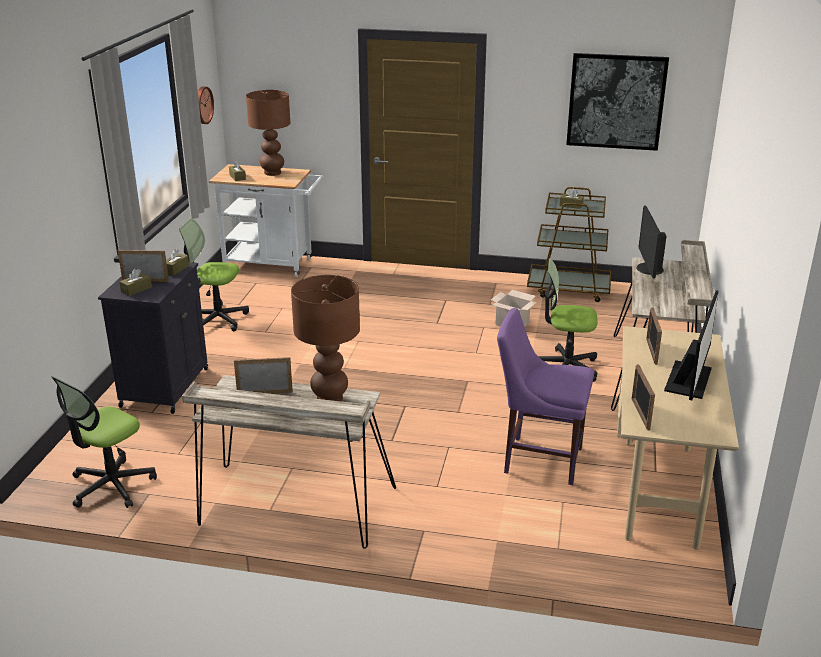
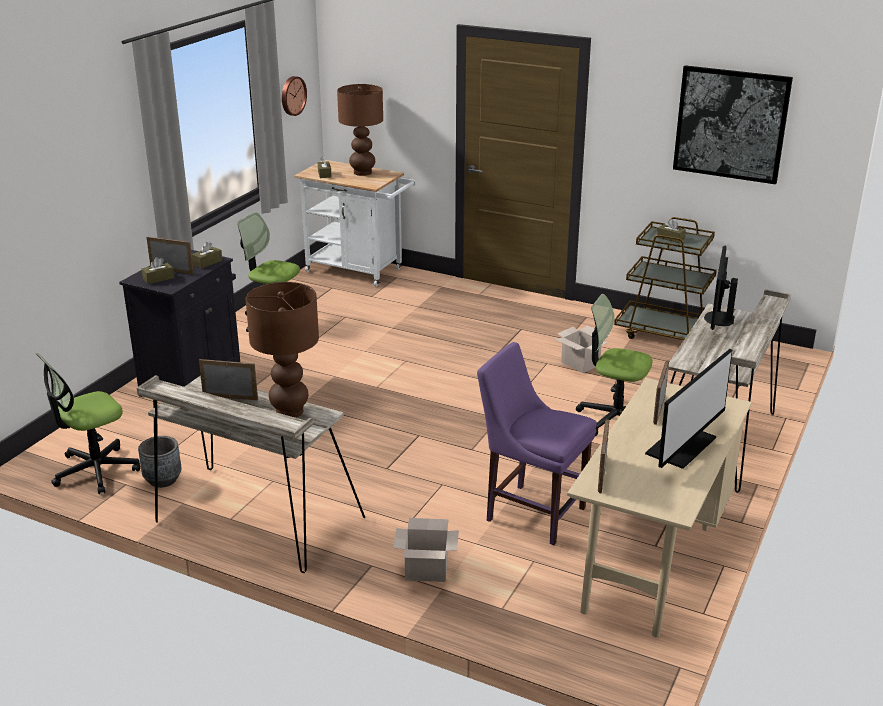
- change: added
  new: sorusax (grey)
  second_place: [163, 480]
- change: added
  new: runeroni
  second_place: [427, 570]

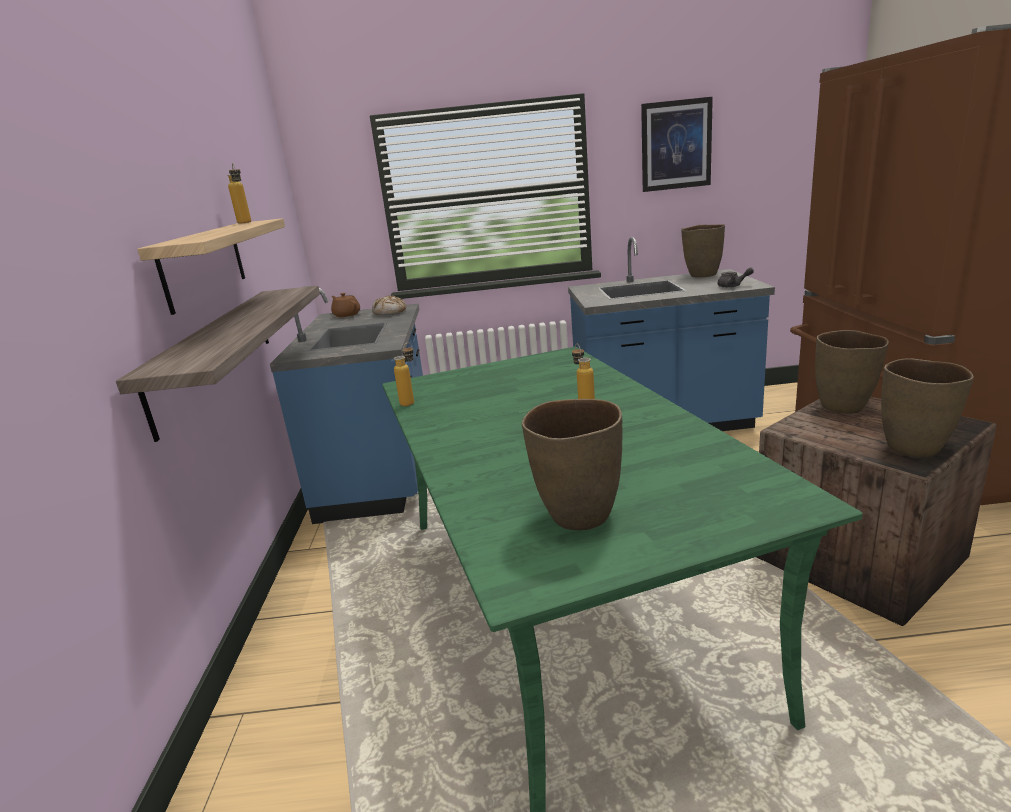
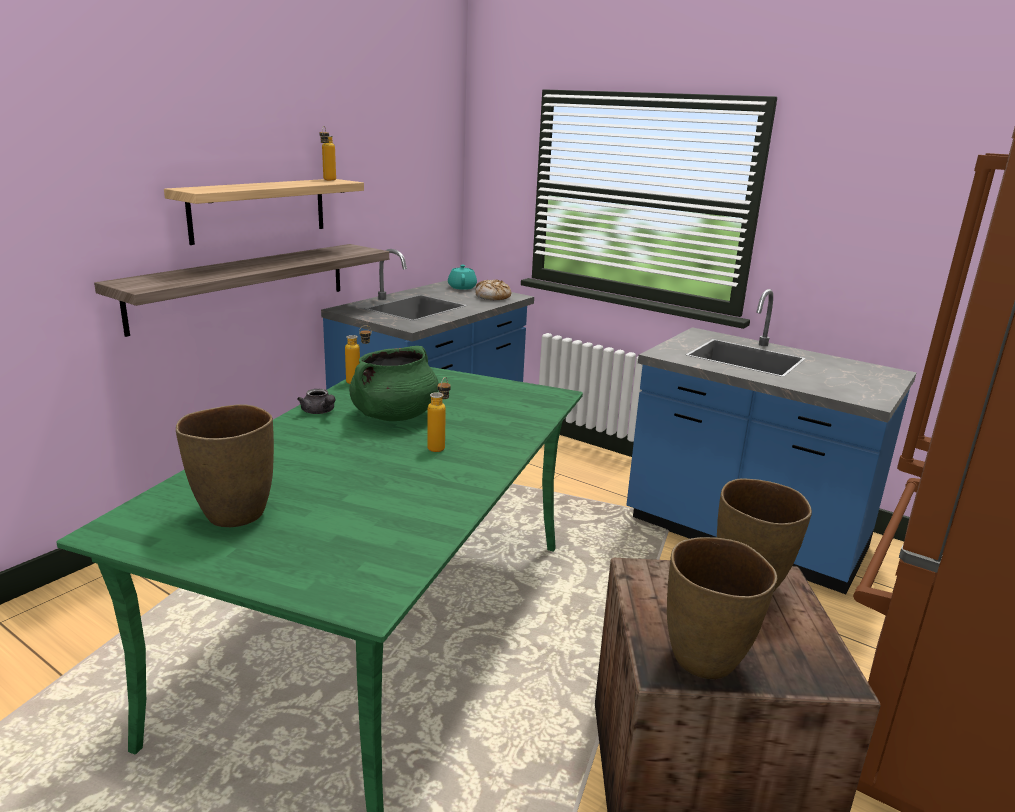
- change: moved
  old: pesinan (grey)
  first_place: [733, 286]
  second_place: [319, 412]
- change: added
  new: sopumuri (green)
  second_place: [394, 416]
- change: recoloured
  old: pesinan (brown)
  new: pesinan (turquoise)
  first_place: [346, 315]
  second_place: [462, 287]
- change: removed
  old: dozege
  first_place: [676, 145]
- change: removed
  old: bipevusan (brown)
  first_place: [702, 275]

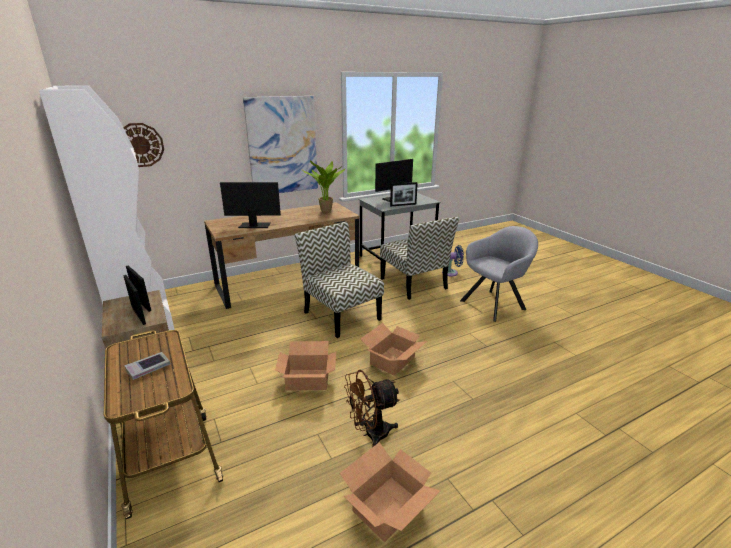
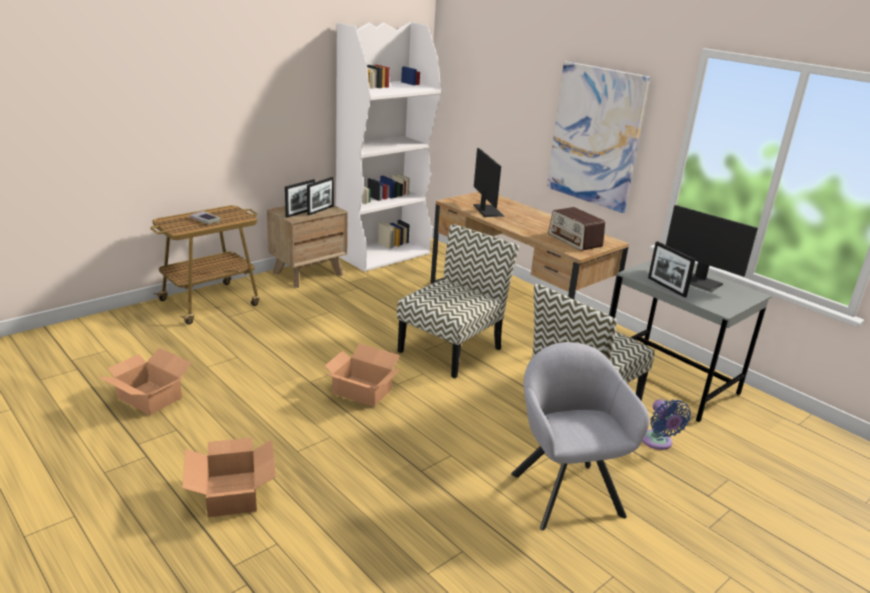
- change: moved
  old: runeroni
  first_place: [307, 379]
  second_place: [233, 493]
- change: turned
  old: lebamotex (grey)
  first_place: [495, 304]
  second_place: [564, 489]
  degrees: -150
- change: replaced
  old: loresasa
  new: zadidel
  first_place: [327, 212]
  second_place: [575, 240]
- change: removed
  old: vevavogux
  first_place: [140, 145]
- change: removed
  old: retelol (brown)
  first_place: [370, 434]

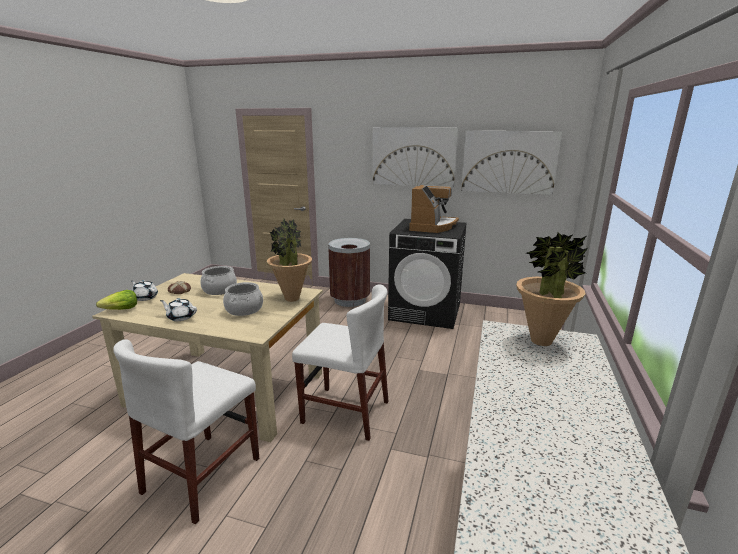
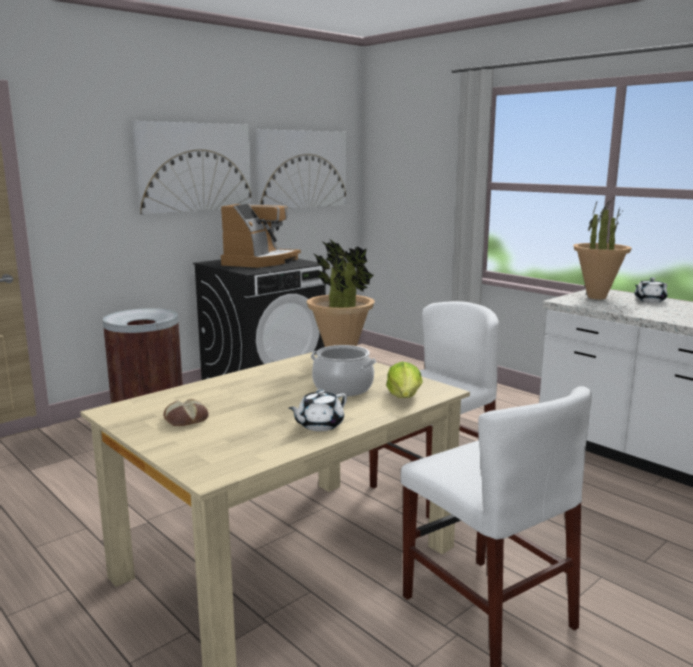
- change: turned
  old: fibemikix
  first_place: [432, 227]
  second_place: [260, 262]
  degrees: 60
- change: moved
  old: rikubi
  first_place: [121, 310]
  second_place: [404, 397]
- change: moved
  old: pesinan (white)
  first_place: [145, 297]
  second_place: [649, 300]
- change: removed
  old: sopumuri
  first_place: [219, 290]

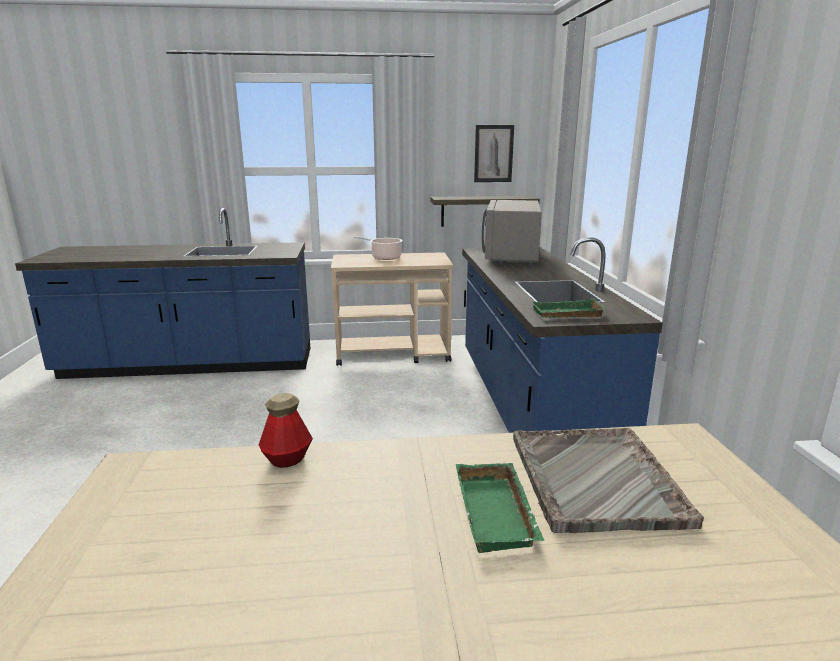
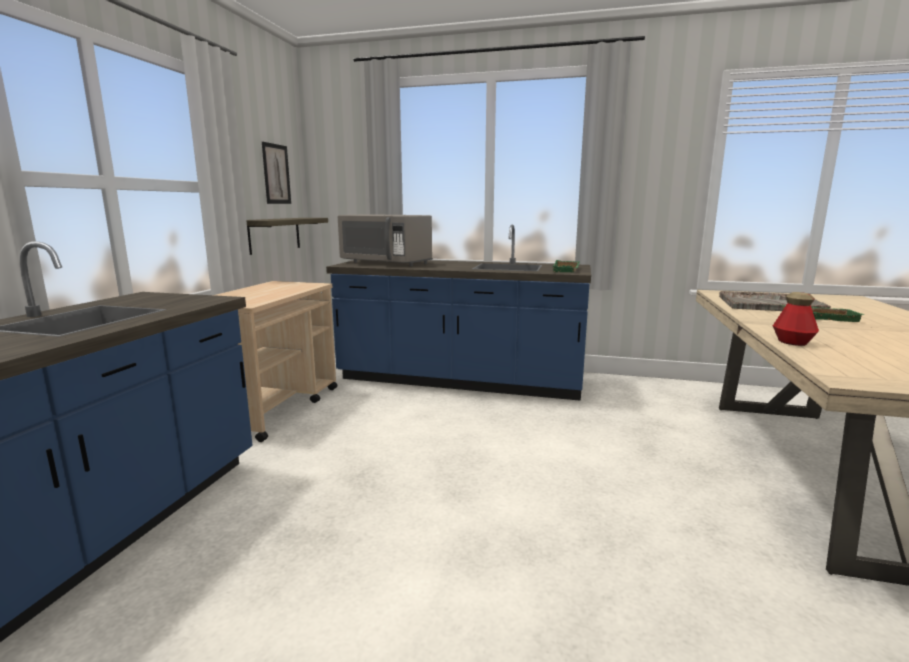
- change: removed
  old: sopumuri
  first_place: [384, 257]

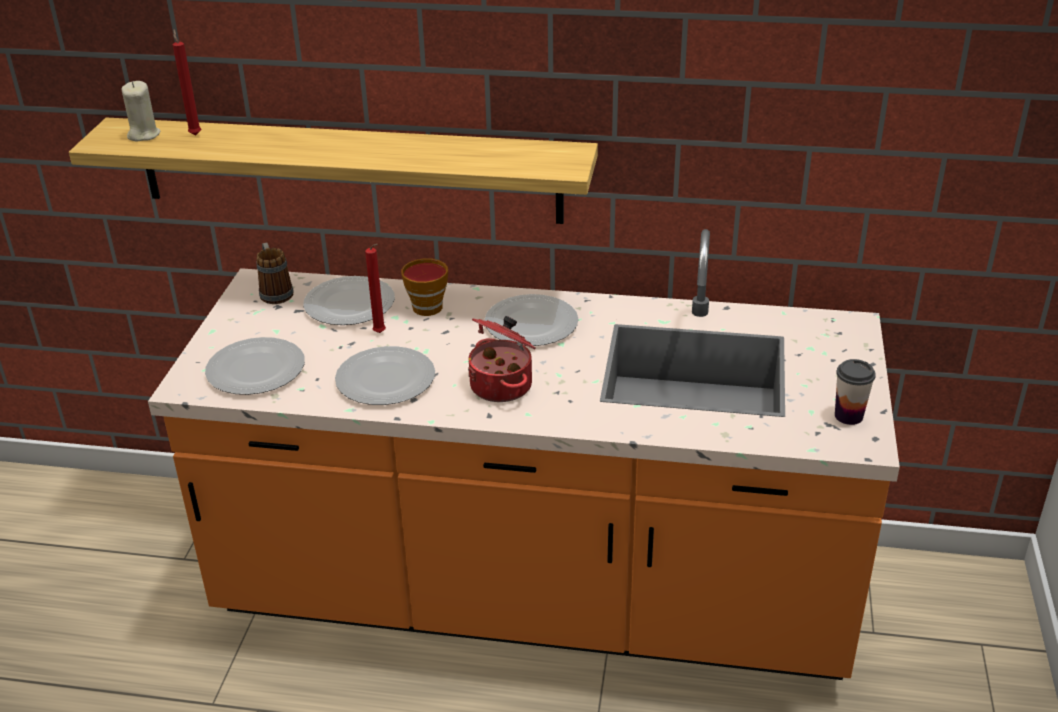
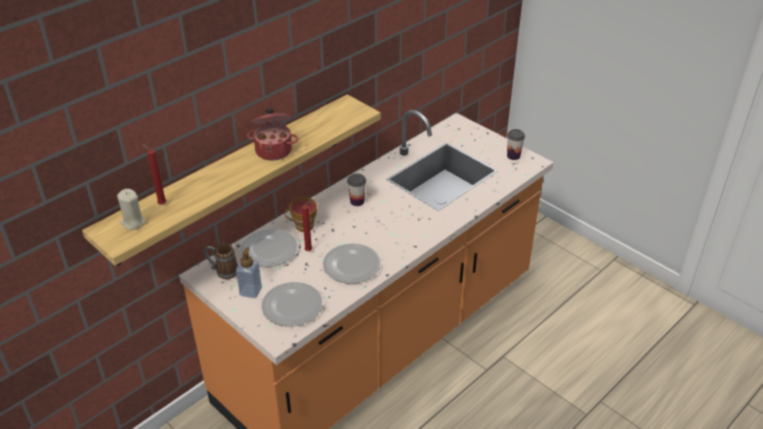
- change: added
  new: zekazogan
  second_place: [250, 291]
- change: moved
  old: sopumuri
  first_place: [503, 385]
  second_place: [274, 150]
- change: replaced
  old: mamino
  new: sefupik
  first_place: [530, 323]
  second_place: [357, 201]

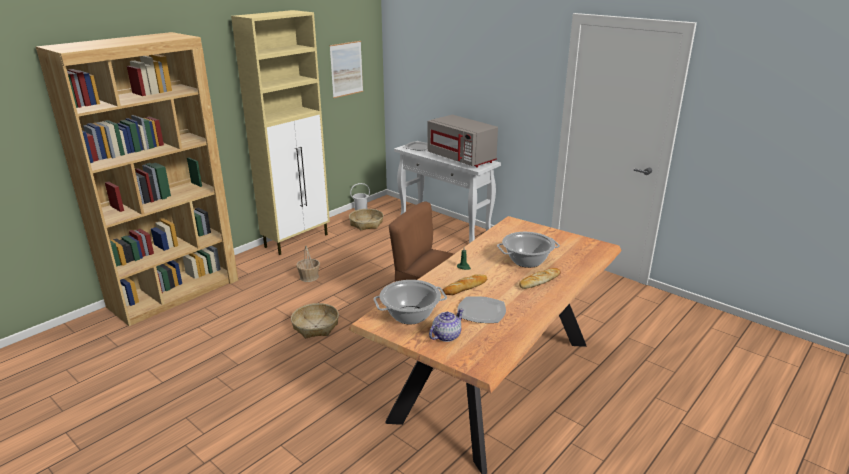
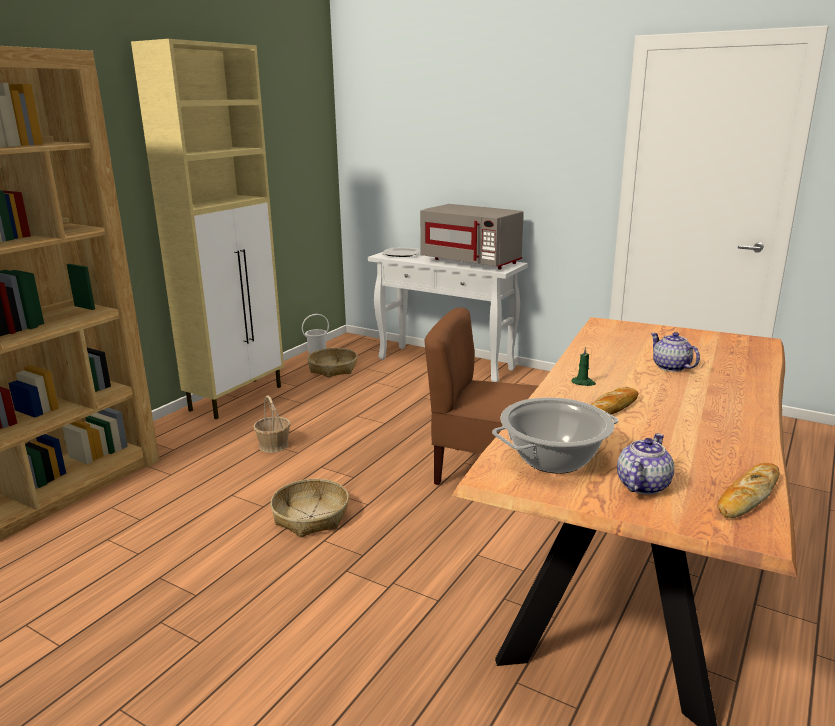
- change: replaced
  old: sopumuri
  new: pesinan
  first_place: [527, 261]
  second_place: [671, 367]
- change: moved
  old: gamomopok
  first_place: [539, 281]
  second_place: [748, 495]
- change: removed
  old: dozege
  first_place: [346, 69]
- change: removed
  old: mamino
  first_place: [481, 312]

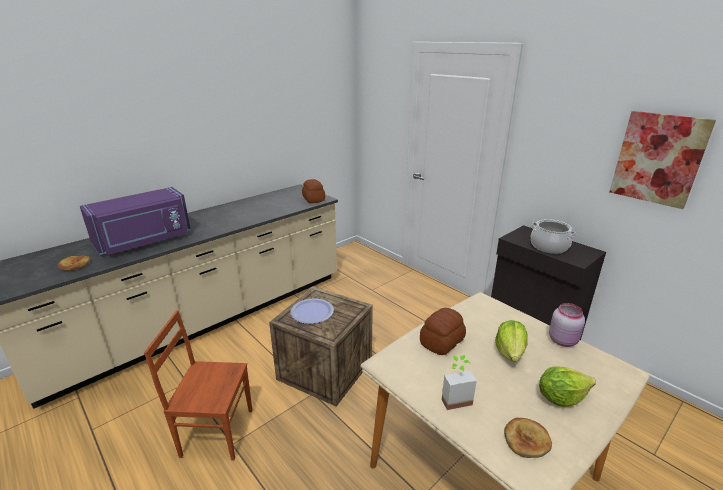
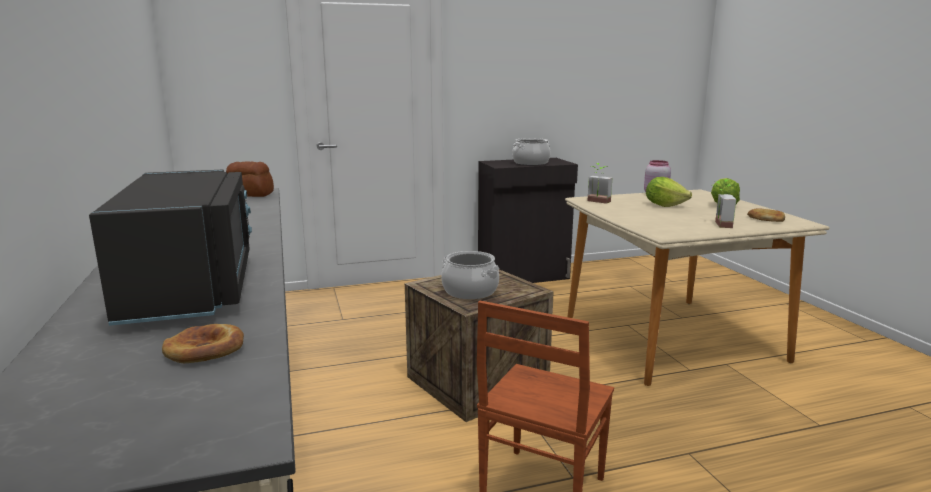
- change: recoloured
  old: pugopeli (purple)
  new: pugopeli (black)
  first_place: [144, 241]
  second_place: [194, 287]
- change: replaced
  old: mamino
  new: sopumuri
  first_place: [312, 312]
  second_place: [470, 291]
- change: added
  new: loresasa
  second_place: [597, 202]
- change: removed
  old: gamomopok
  first_place: [442, 341]
- change: removed
  old: dozege
  first_place: [658, 159]

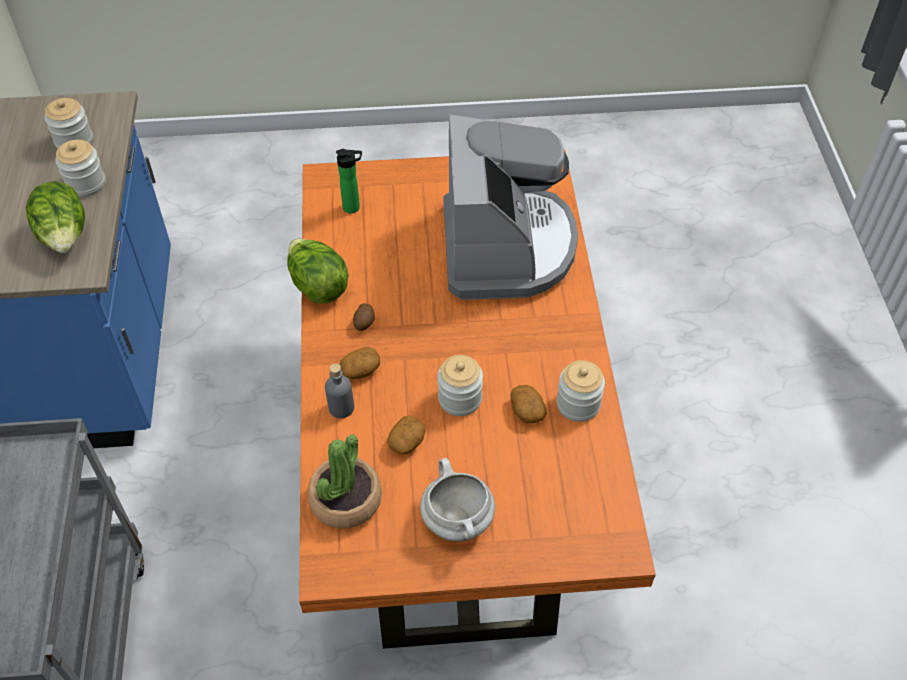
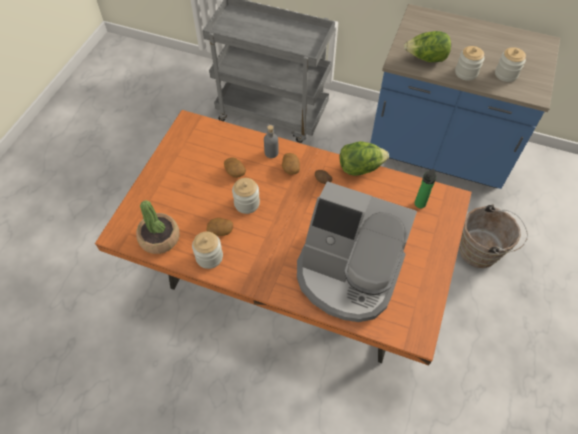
- change: moved
  old: loresasa
  first_place: [345, 500]
  second_place: [160, 238]
- change: added
  new: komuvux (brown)
  second_place: [482, 252]
- change: removed
  old: sopumuri (white)
  first_place: [459, 520]

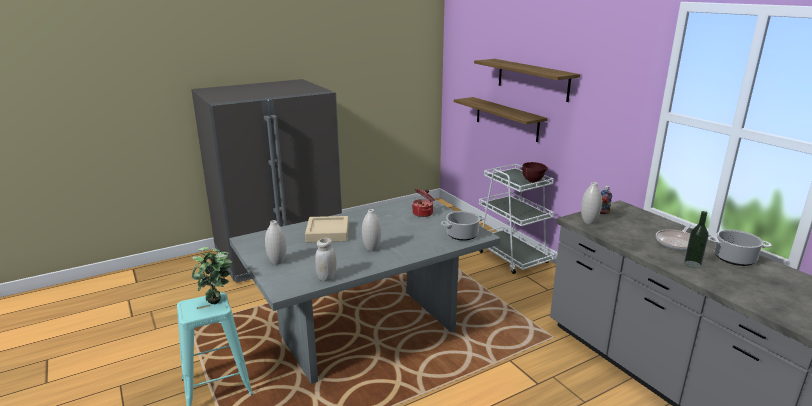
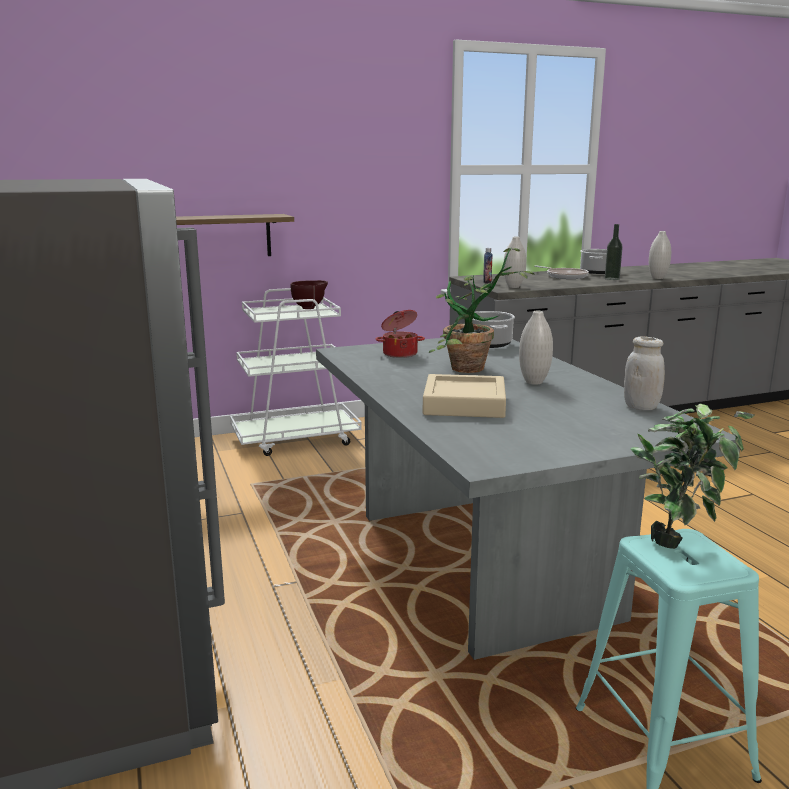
- change: added
  new: loresasa
  second_place: [470, 371]
- change: moved
  old: bipevusan (white)
  first_place: [277, 262]
  second_place: [657, 278]
- change: removed
  old: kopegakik
  first_place: [532, 79]

